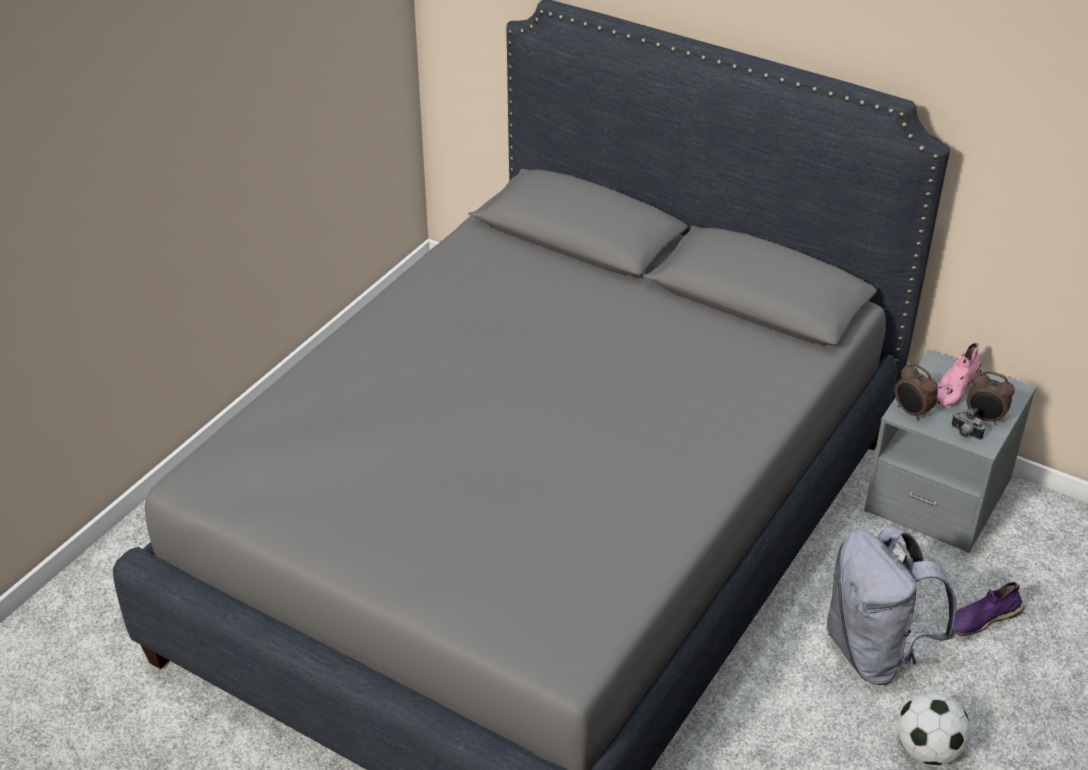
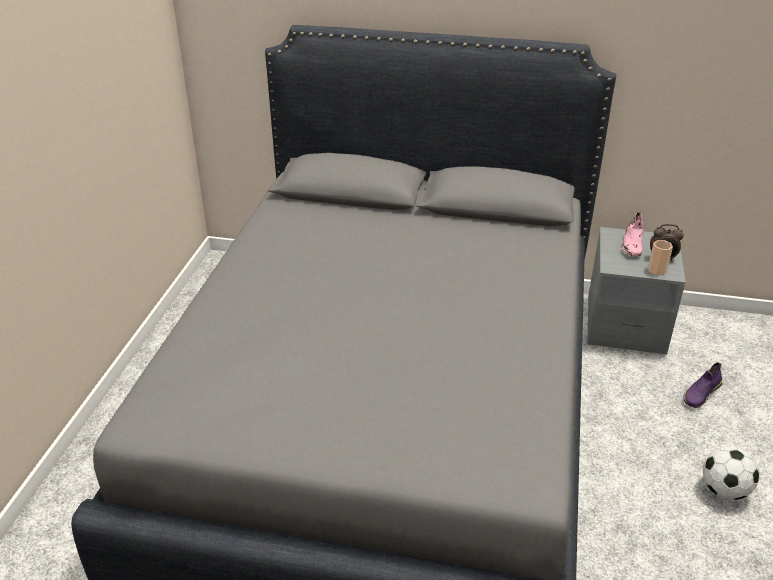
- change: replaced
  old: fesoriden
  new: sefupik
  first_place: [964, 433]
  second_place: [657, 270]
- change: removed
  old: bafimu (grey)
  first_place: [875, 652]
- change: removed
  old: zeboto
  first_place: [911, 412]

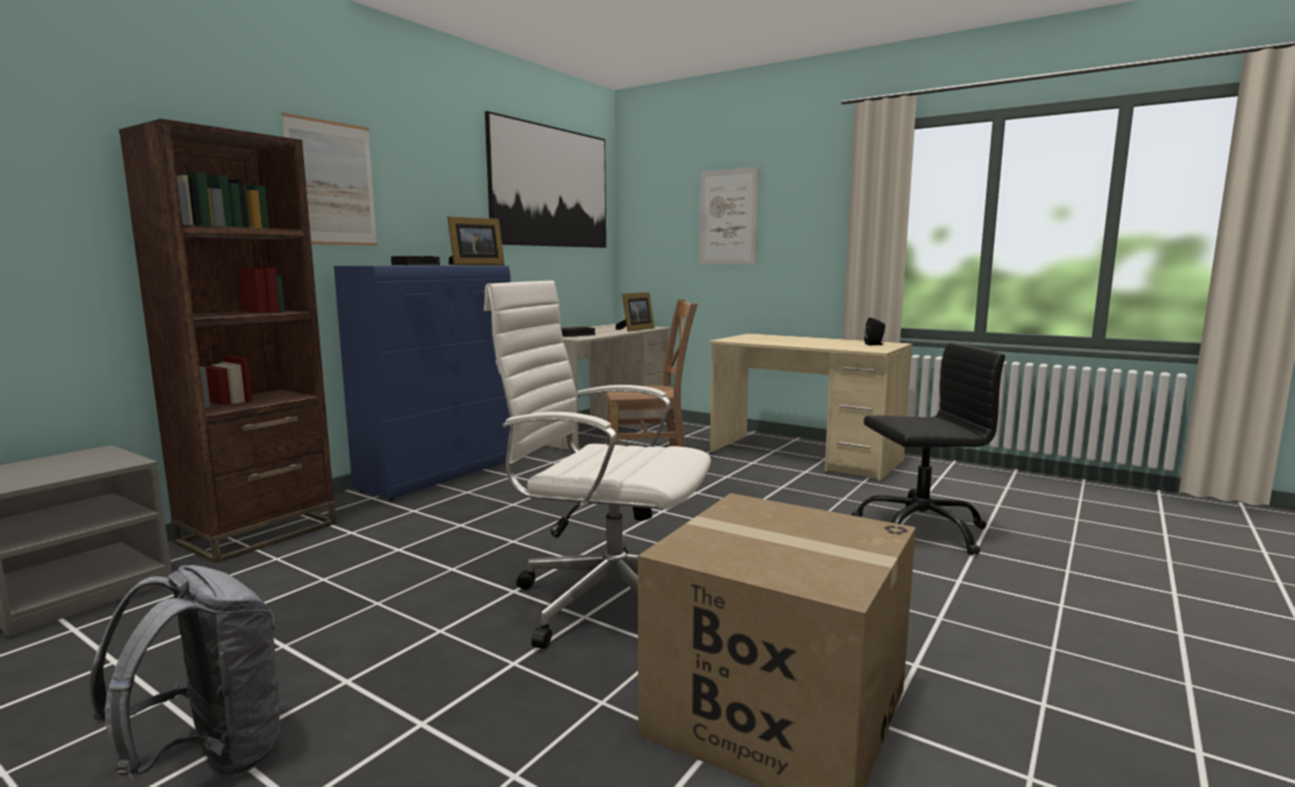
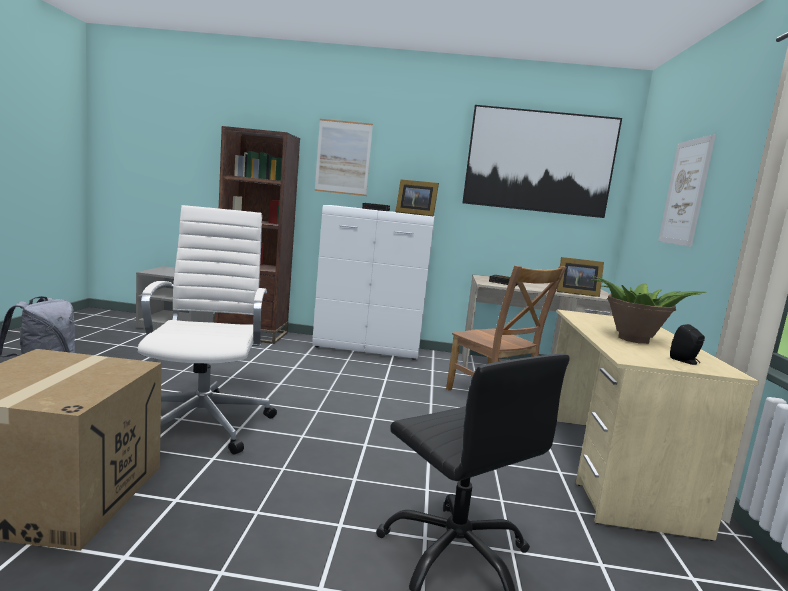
- change: recoloured
  old: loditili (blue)
  new: loditili (white)
  first_place: [441, 475]
  second_place: [368, 349]
- change: added
  new: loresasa
  second_place: [631, 338]

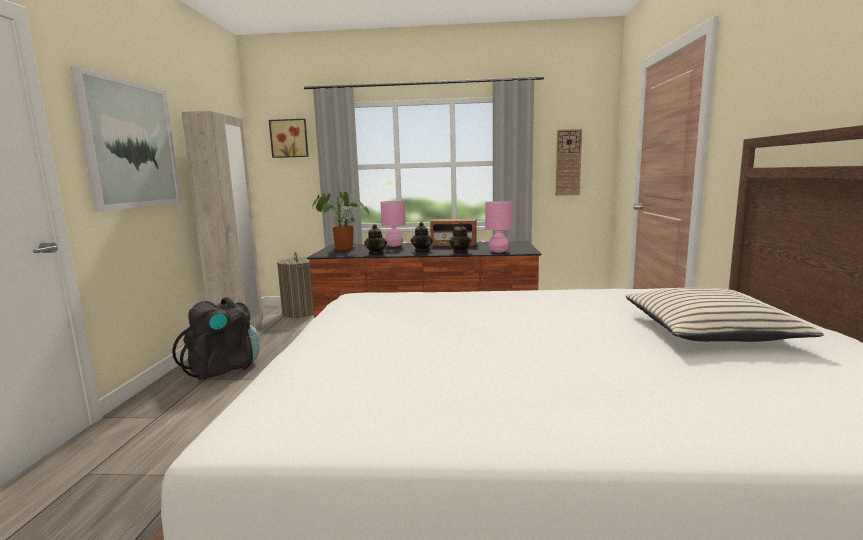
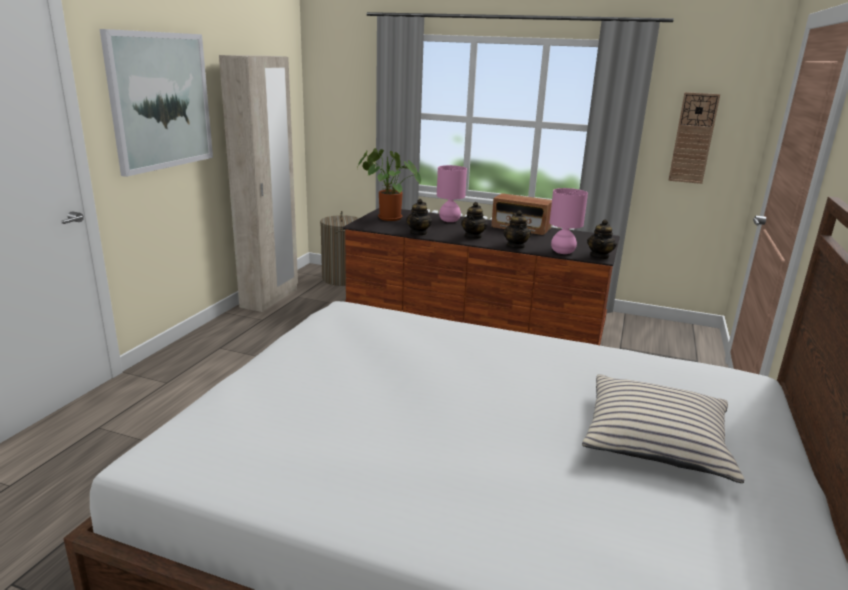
- change: added
  new: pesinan
  second_place: [600, 256]
- change: removed
  old: bafimu (black)
  first_place: [223, 368]
- change: removed
  old: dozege
  first_place: [289, 138]

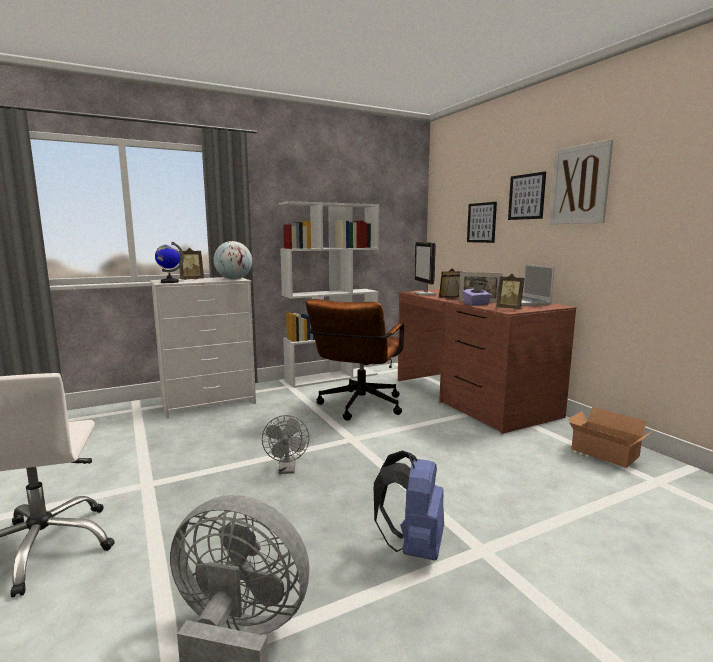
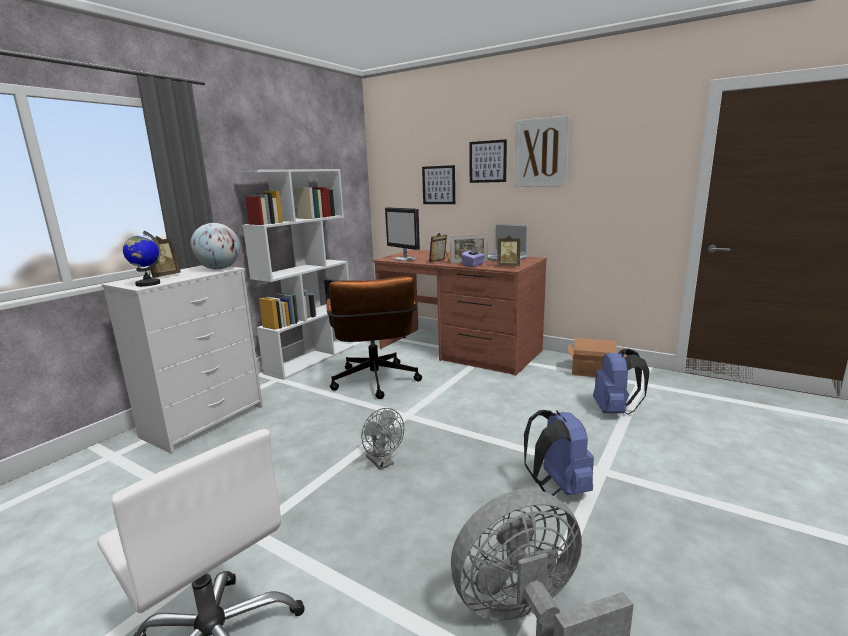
- change: added
  new: bafimu (blue)
  second_place: [615, 411]

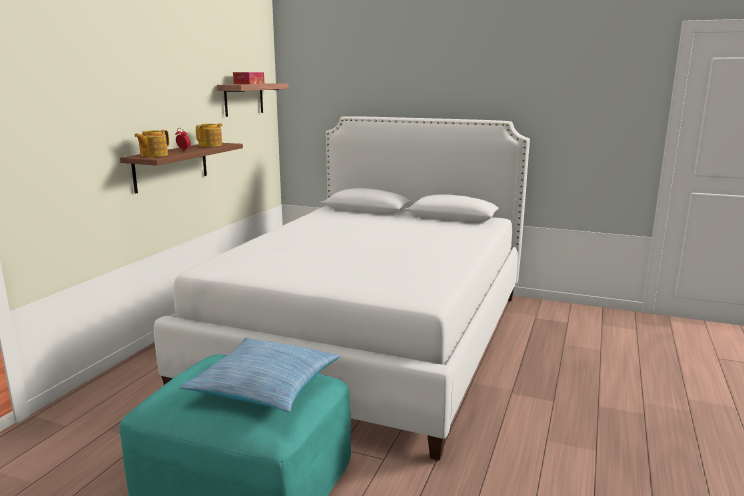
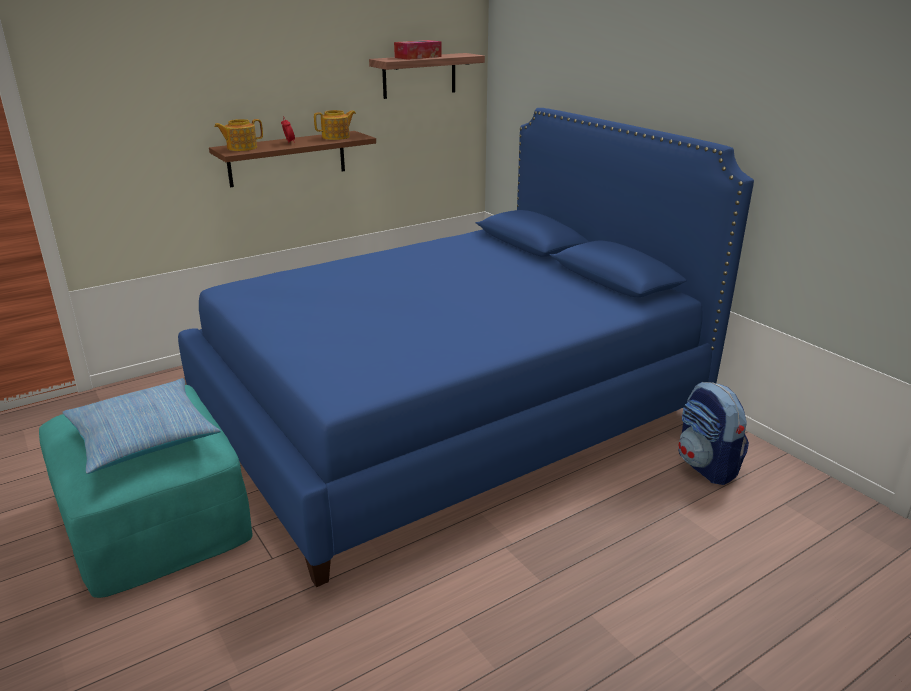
- change: recoloured
  old: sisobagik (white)
  new: sisobagik (blue)
  first_place: [371, 338]
  second_place: [450, 412]
- change: added
  new: bafimu
  second_place: [707, 466]

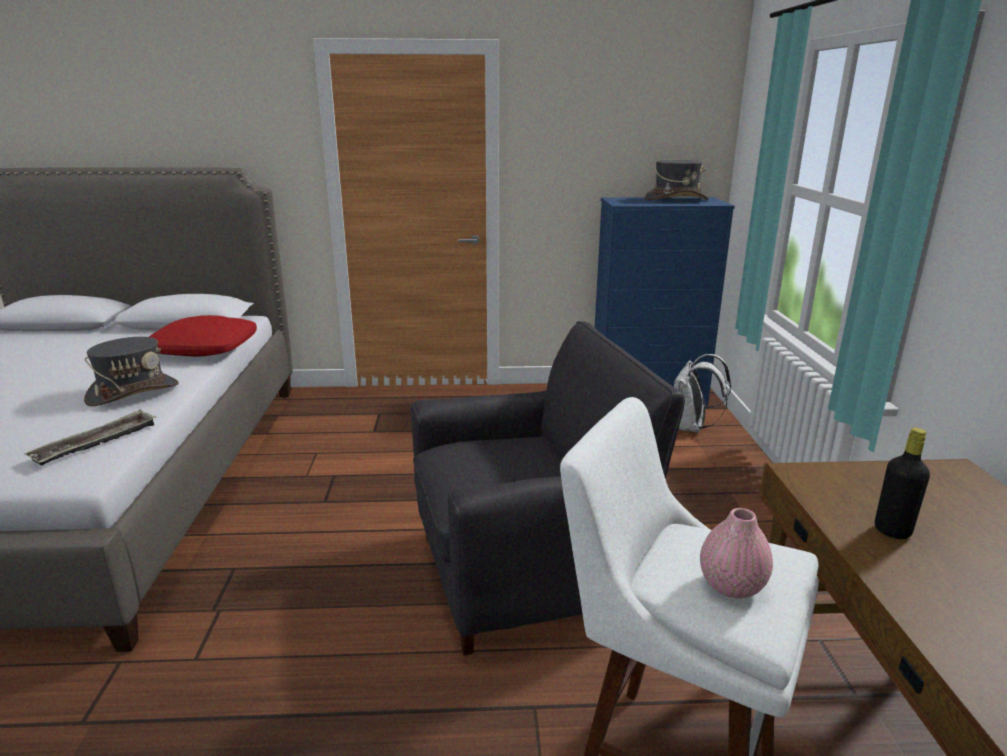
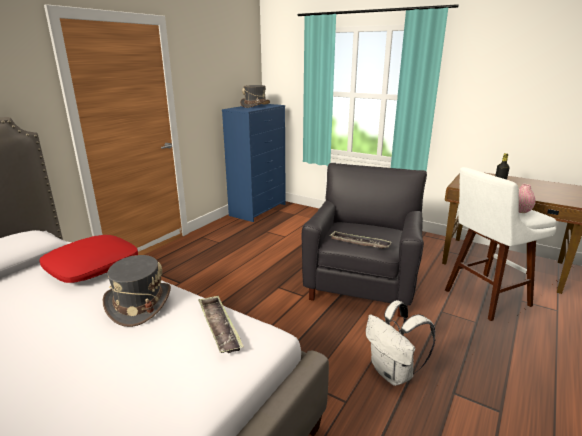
- change: added
  new: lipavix
  second_place: [359, 243]
- change: moved
  old: bafimu (white)
  first_place: [692, 427]
  second_place: [393, 373]

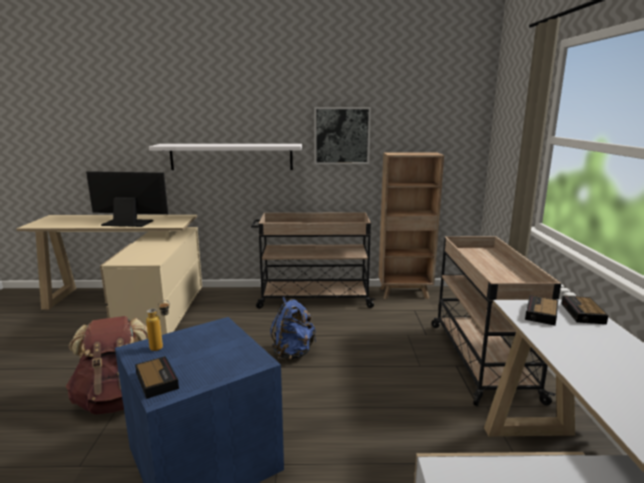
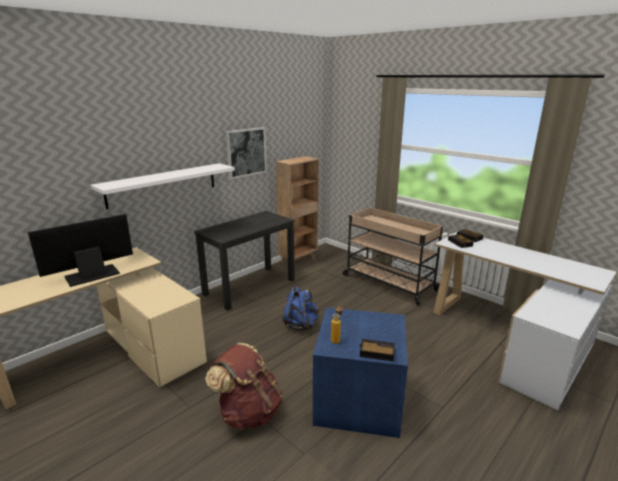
- change: replaced
  old: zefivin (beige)
  new: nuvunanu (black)
  first_place: [313, 298]
  second_place: [250, 287]

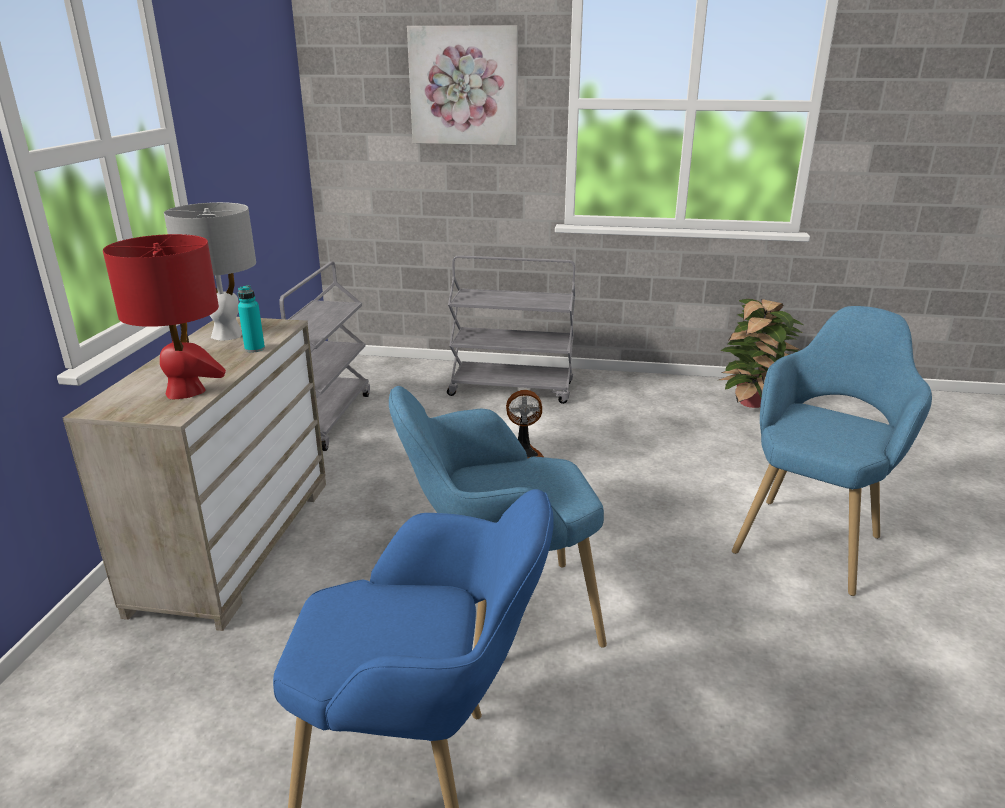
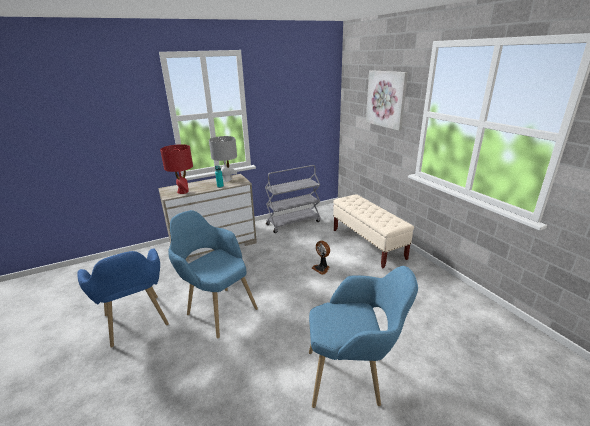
- change: replaced
  old: zefivin (grey)
  new: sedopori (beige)
  first_place: [512, 389]
  second_place: [368, 244]
- change: removed
  old: loresasa
  first_place: [752, 401]

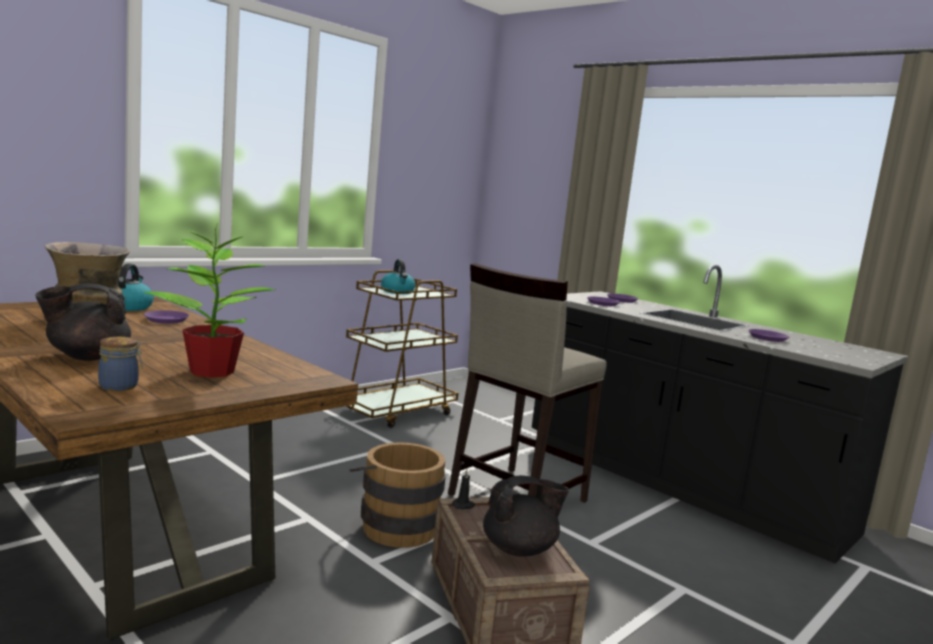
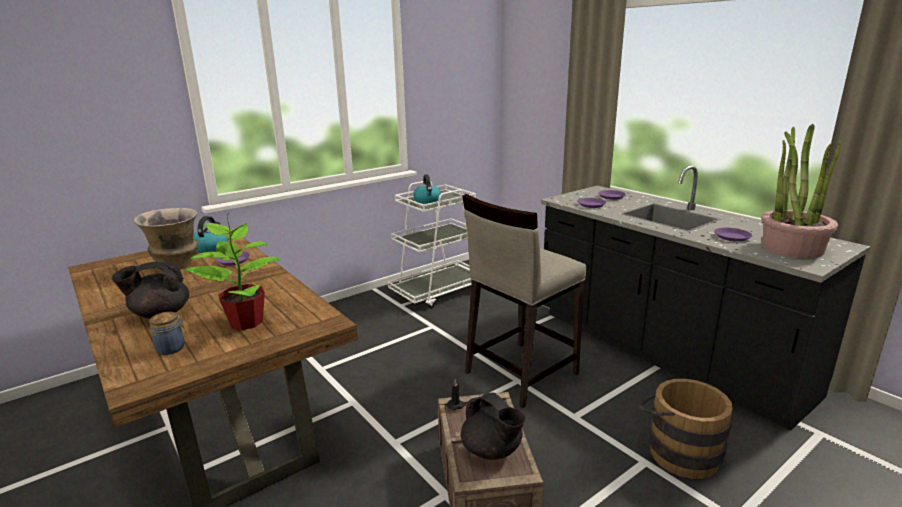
- change: recoloured
  old: zefivin (brown)
  new: zefivin (white)
  first_place: [396, 412]
  second_place: [438, 292]
- change: turned
  old: pesinan (black)
  first_place: [520, 549]
  second_place: [492, 450]
  degrees: 60
- change: moved
  old: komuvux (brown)
  first_place: [395, 525]
  second_place: [677, 450]
- change: added
  new: loresasa
  second_place: [791, 248]

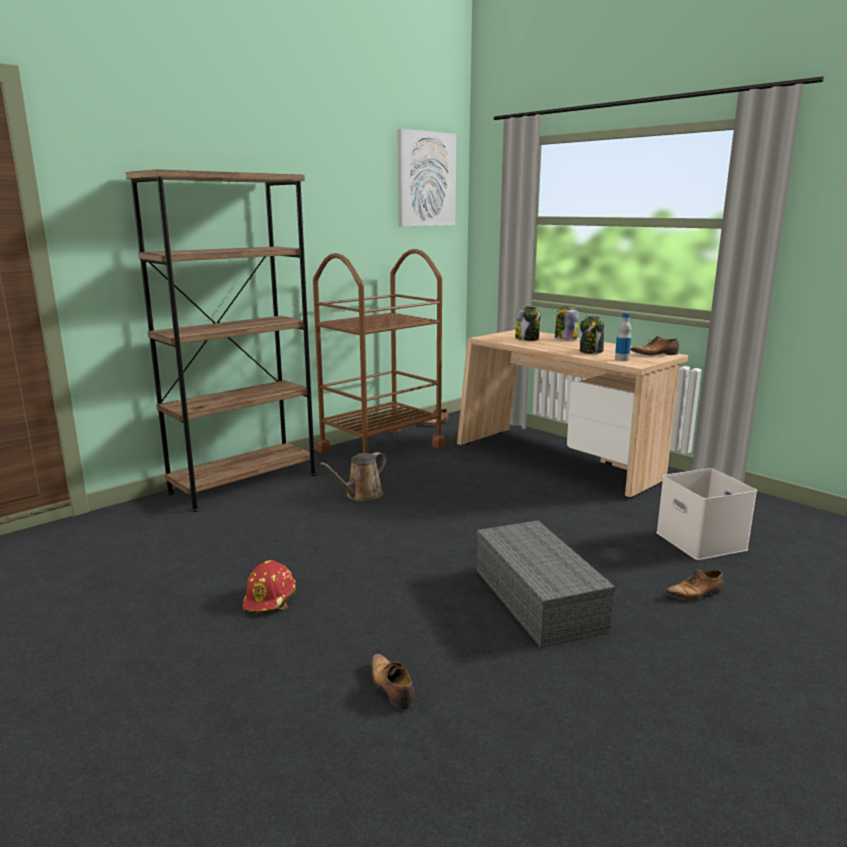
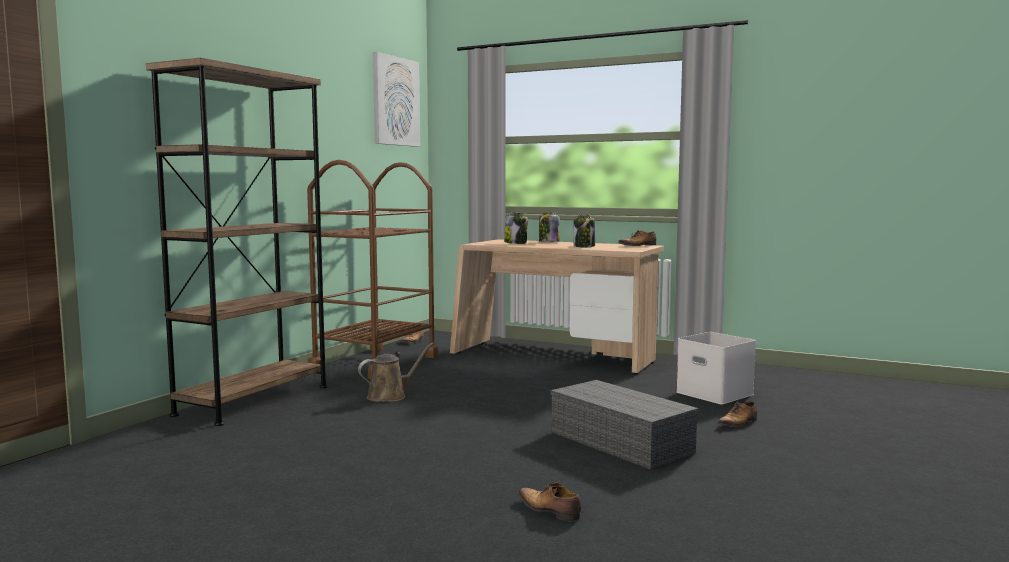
- change: turned
  old: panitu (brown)
  first_place: [361, 495]
  second_place: [390, 396]
  degrees: -150
- change: removed
  old: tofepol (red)
  first_place: [270, 598]
- change: removed
  old: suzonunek
  first_place: [622, 359]

